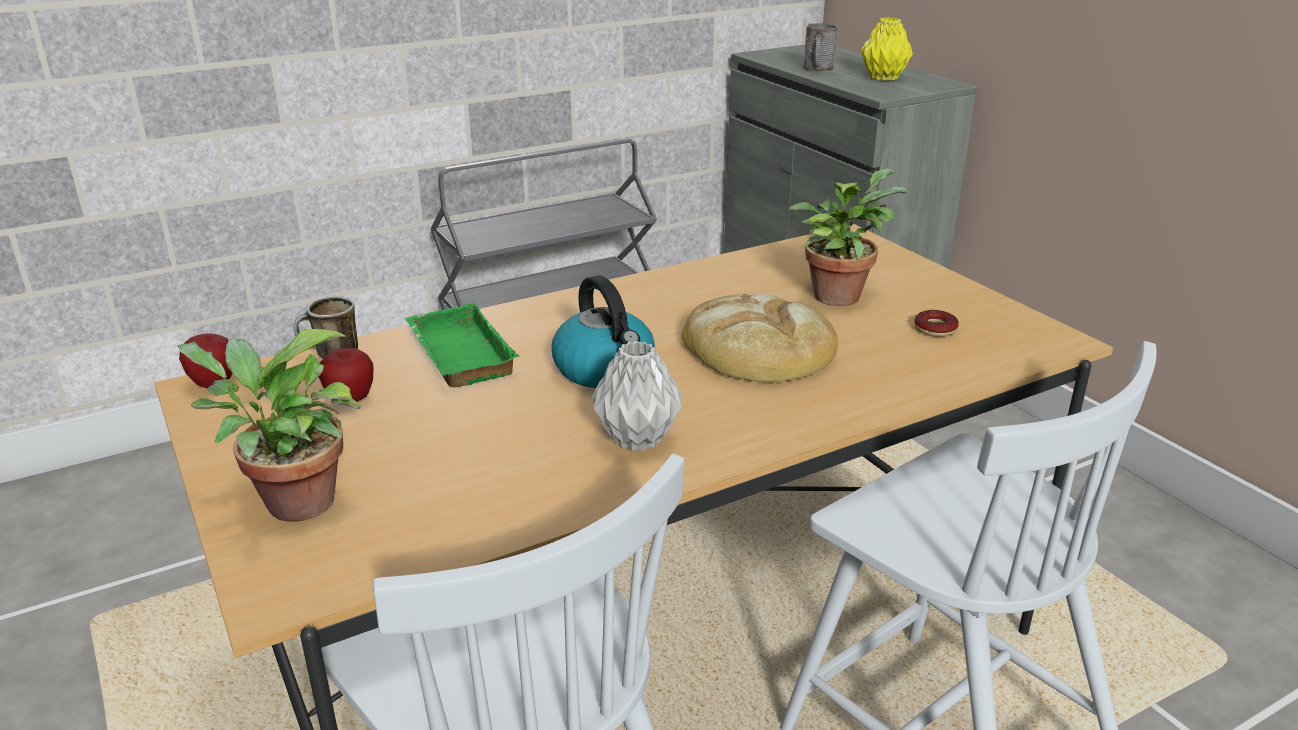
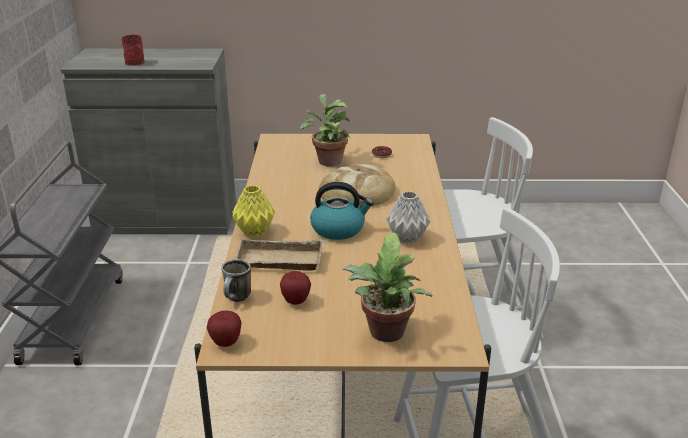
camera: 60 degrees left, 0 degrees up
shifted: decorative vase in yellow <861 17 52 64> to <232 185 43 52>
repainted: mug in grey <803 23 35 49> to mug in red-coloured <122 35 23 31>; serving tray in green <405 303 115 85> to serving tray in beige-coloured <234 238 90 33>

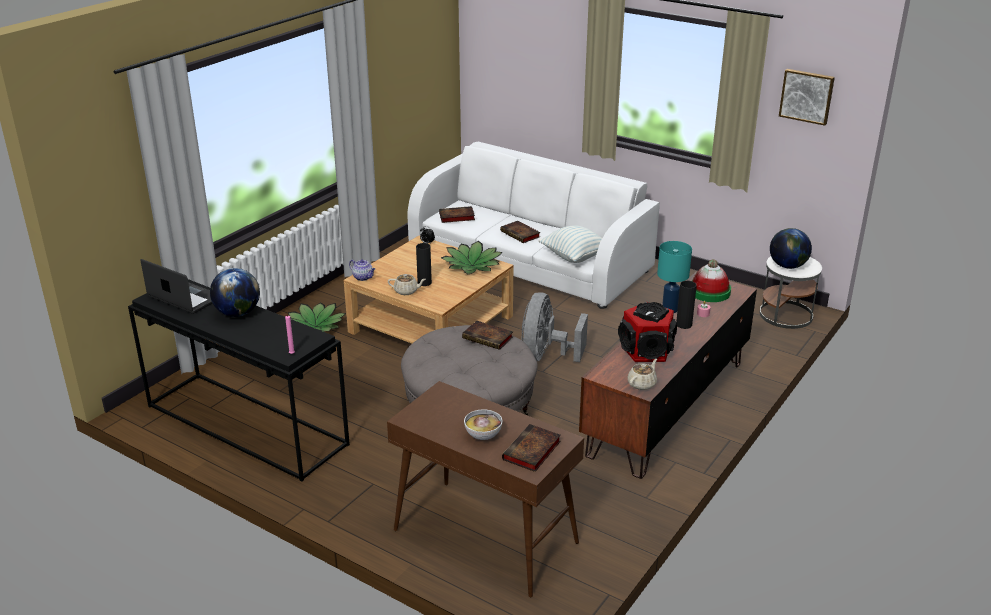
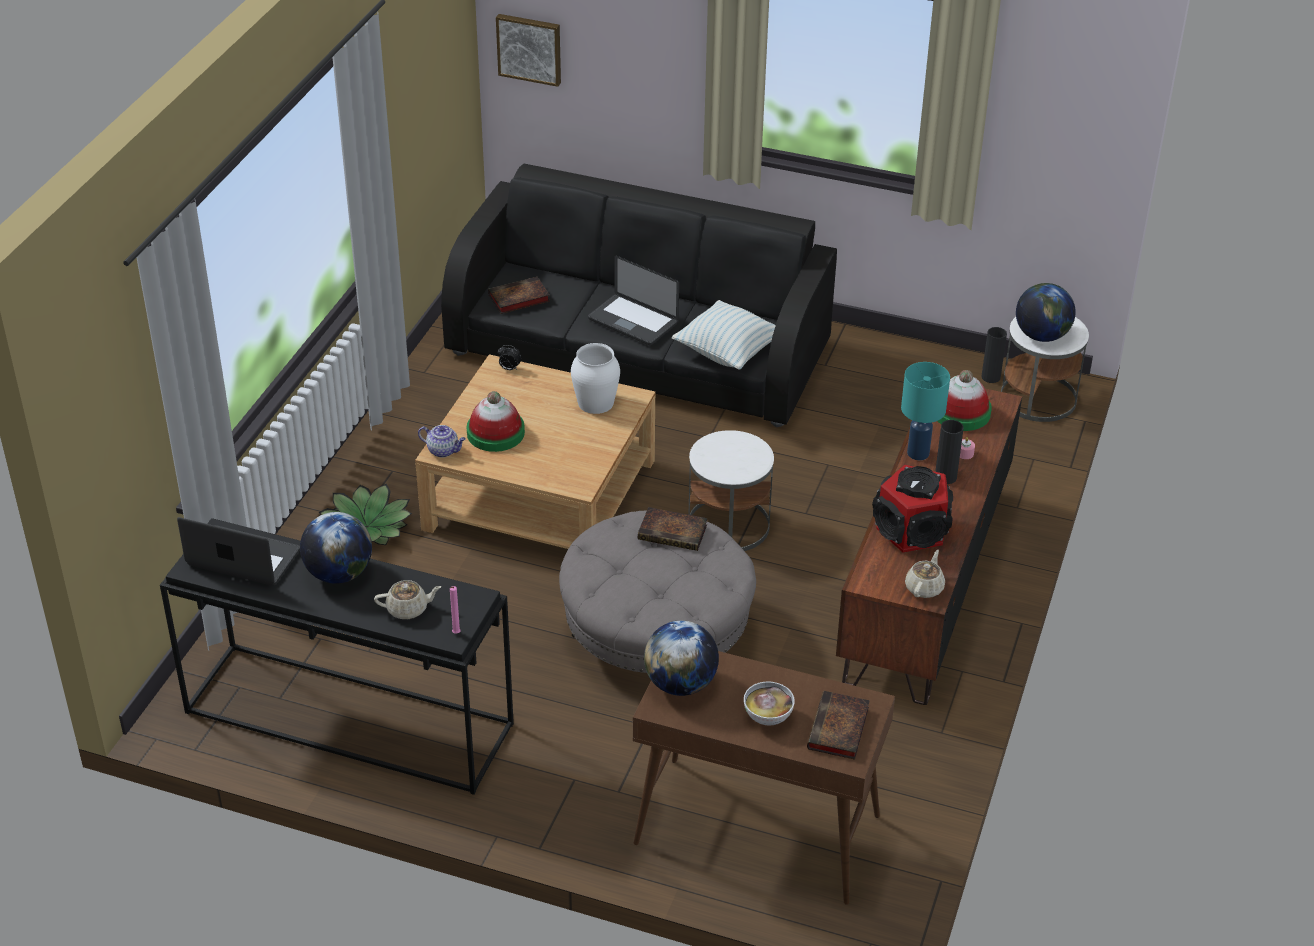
camera: 15 degrees left, 10 degrees up
new: wearable hat <467 391 58 61>; globe <644 620 75 76>
shifted: tea pot in beige-coloured <388 274 38 21> to <374 580 68 39>; wall art <779 69 56 57> to <496 14 65 73>; decorative vase in blackish <416 243 16 43> to <981 327 26 56>
swapped: potted plant <441 241 61 33> to decorative vase in white-coloured <571 343 49 71>; volume <500 221 41 22> to notebook computer <588 256 91 89>; cooling fan in grey <522 292 66 70> to end table in white-coloured <688 430 86 121>
repainted: couch in white-coloured <407 142 253 167> to couch in blackish <441 164 396 263>

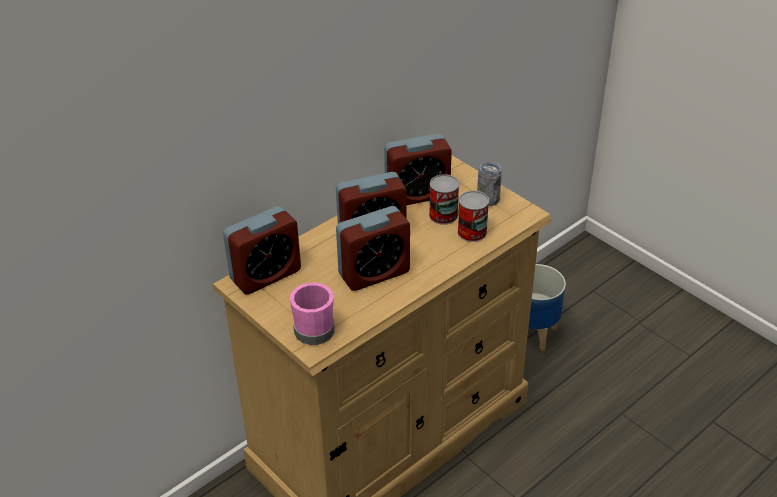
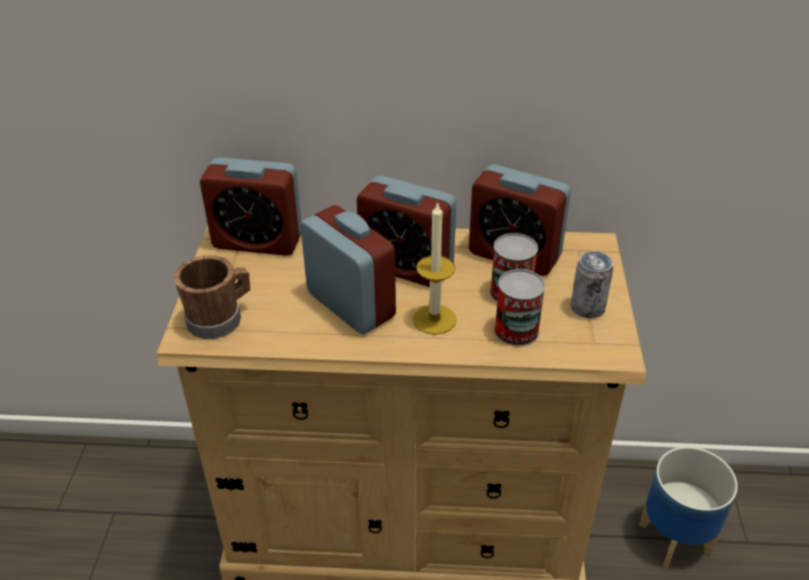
camera: 45 degrees right, 0 degrees up
new: wax candle <413 201 44 134>
repainted: mug in pink <290 283 45 62> to mug in brown <174 255 76 84>
rotated: bedside clock <336 206 74 85> = <300 206 96 128> 150 degrees counterclockwise

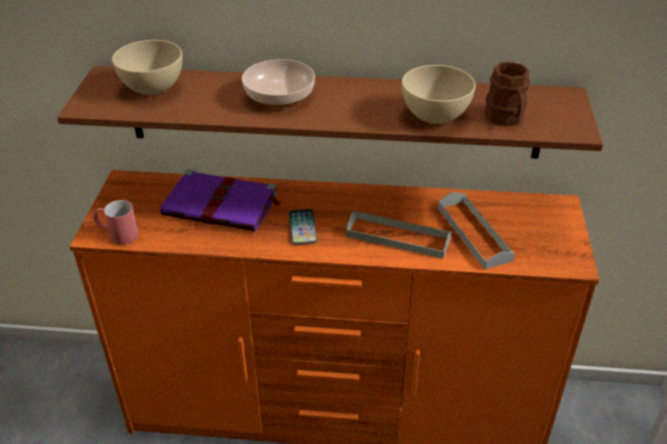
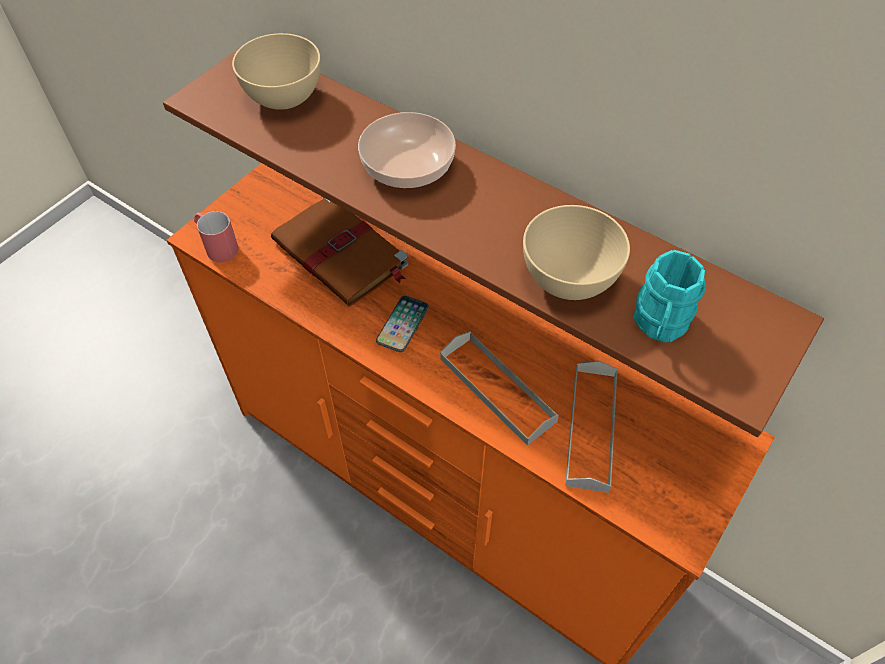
camera: 30 degrees right, 15 degrees up
repainted: volume in purplish <160 169 121 62> to volume in brown <271 198 137 108>; mug in brown <485 62 45 64> to mug in blue-green <633 250 73 93>

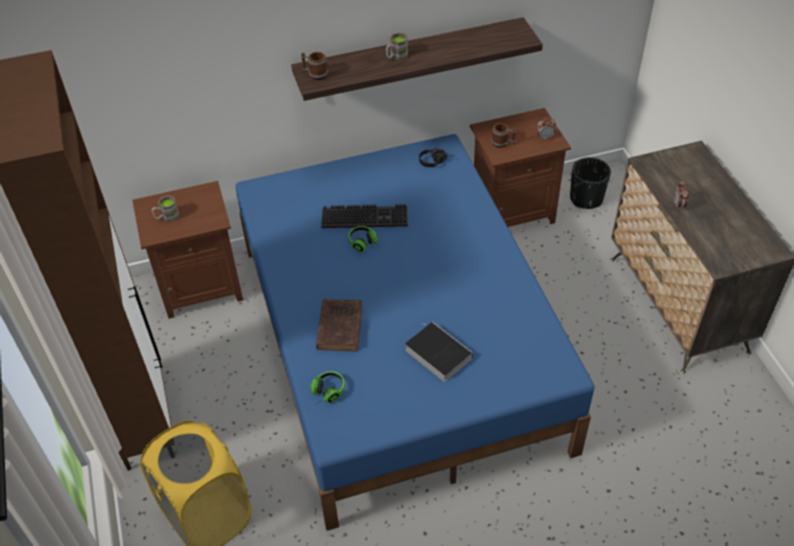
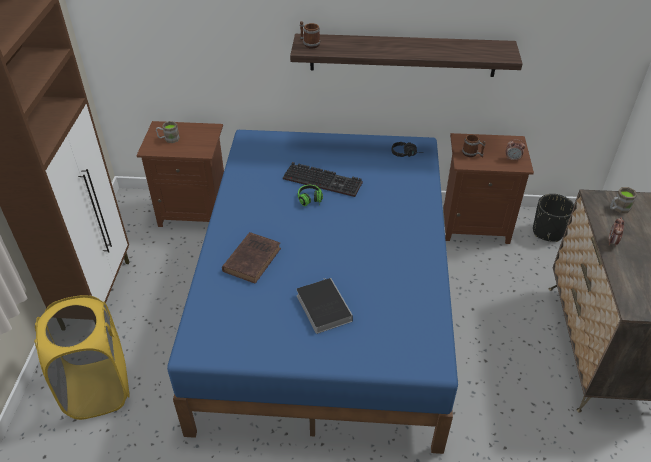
camera: 20 degrees right, 5 degrees down
gone: pair of headphones <310 371 35 34>
shifted: mug in brown <386 32 22 28> to <610 187 27 26>

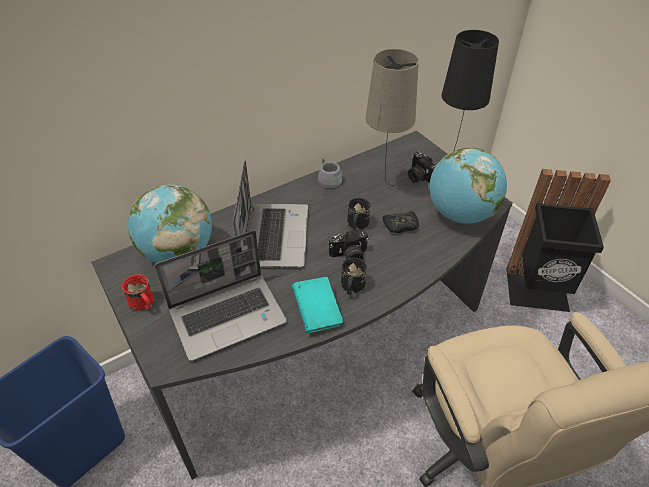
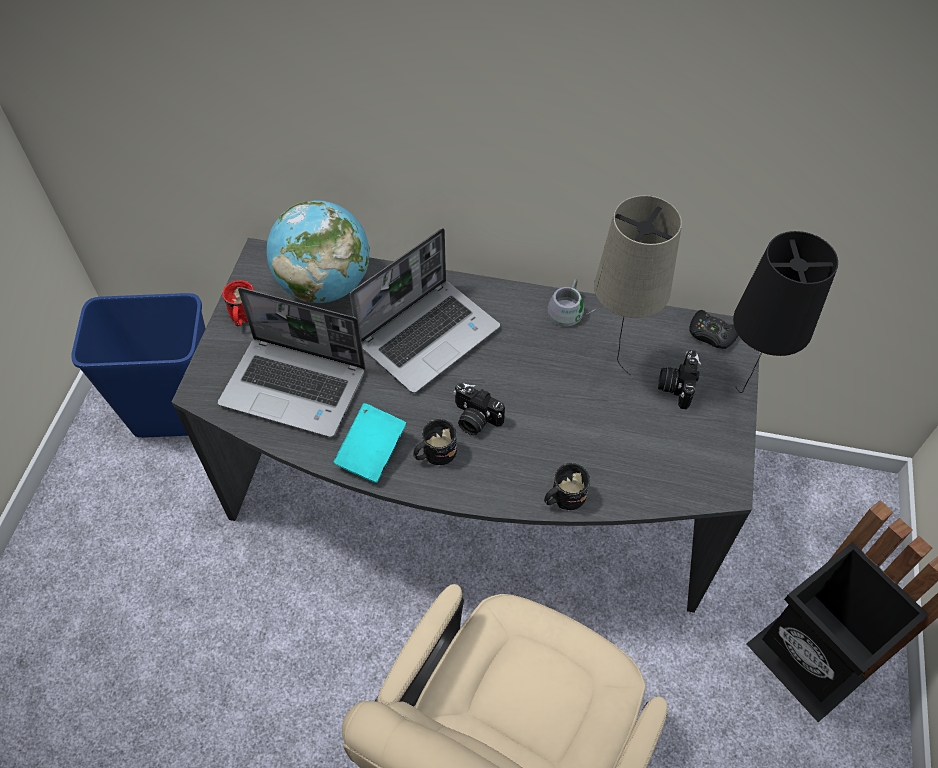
camera: 45 degrees right, 10 degrees up
gone: globe <429 148 78 76>
shifted: mug in blackish <347 198 24 32> to <544 463 46 48>; joypad in blackish <382 211 37 22> to <689 310 50 39>

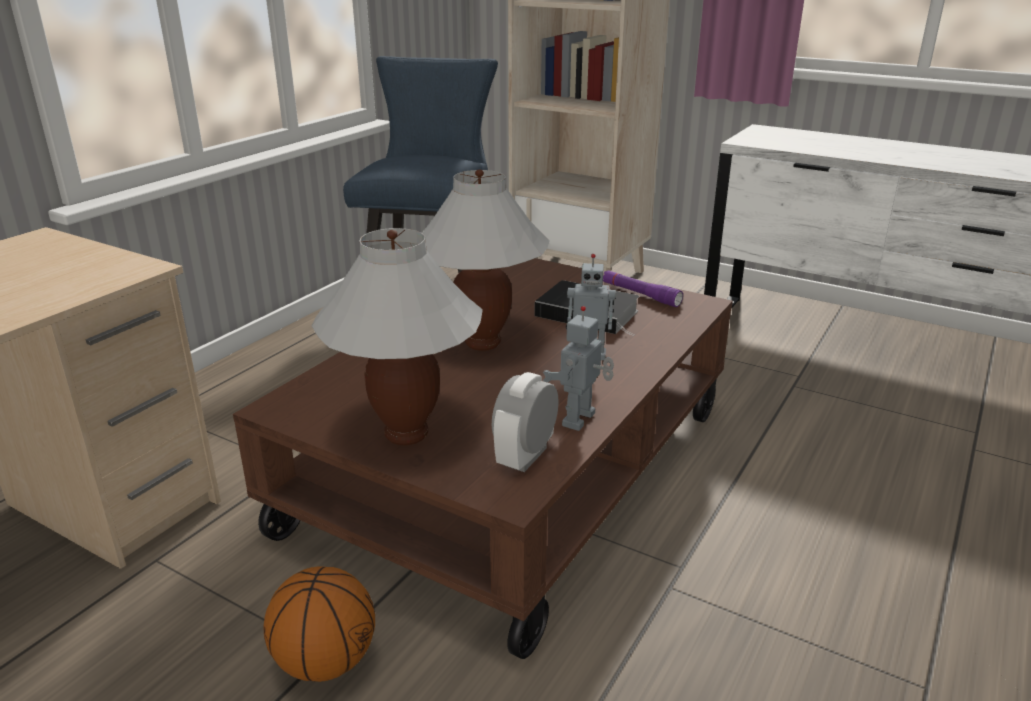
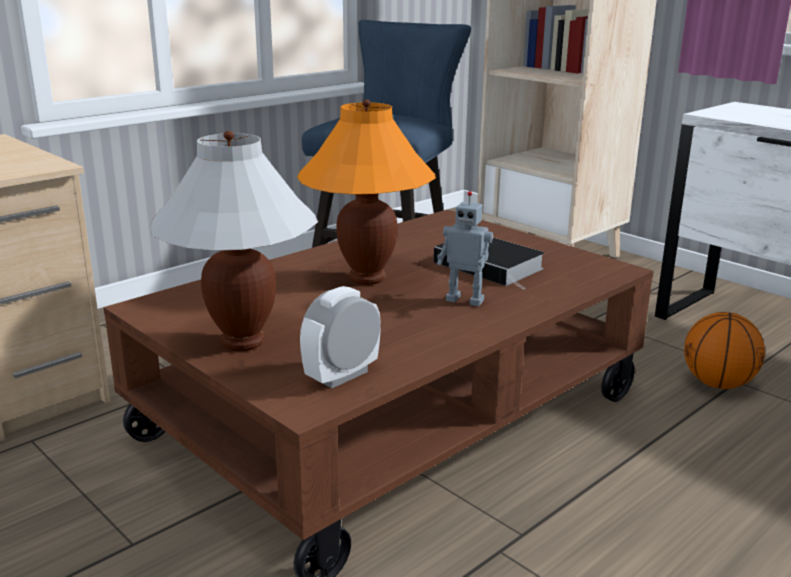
camera: 15 degrees right, 5 degrees down
gone: toy robot <543 306 71 125>; hand torch in purplish <603 270 80 37>
shifted: ball for basketball <264 566 111 116> to <684 312 81 77>
repainted: tabletop lamp in white-coloured <422 169 128 182> to tabletop lamp in orange <297 99 139 186>

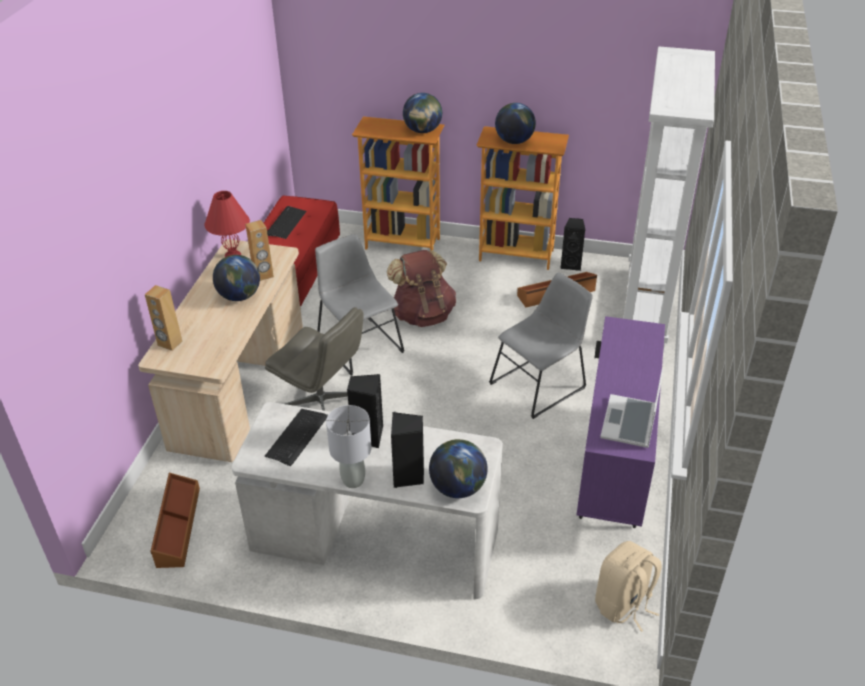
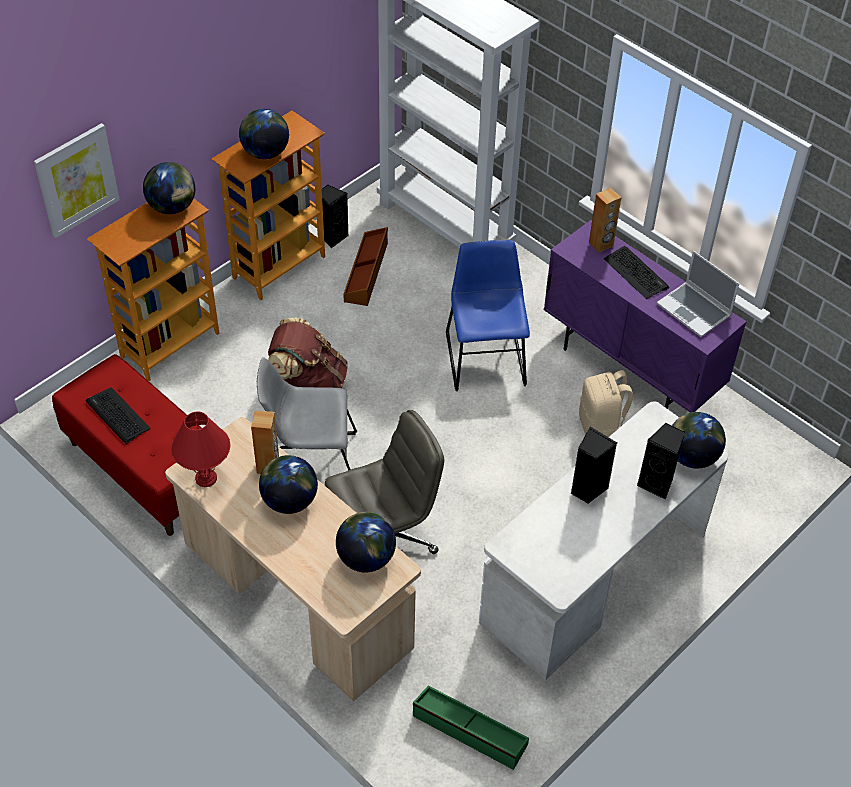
camera: 60 degrees left, 10 degrees up
gone: tabletop lamp in grey <326 405 46 83>
new: wall art <34 123 86 115>; globe <336 512 60 61>
shifted: knapsack in beige-coloured <595 541 67 91> to <579 370 54 67>; speaker in brown <145 285 37 66> to <589 188 32 65>; PC keyboard <265 409 63 57> to <604 246 65 53>
repainted: storage box in brown <150 473 50 95> to storage box in green <413 685 116 85>; plain chair in grey <489 272 104 147> to plain chair in bluish <446 240 84 151>

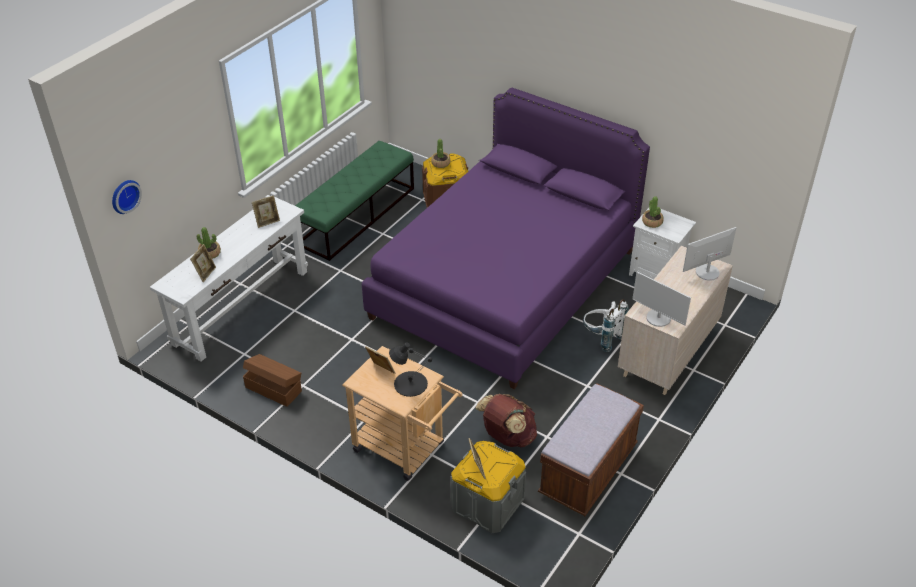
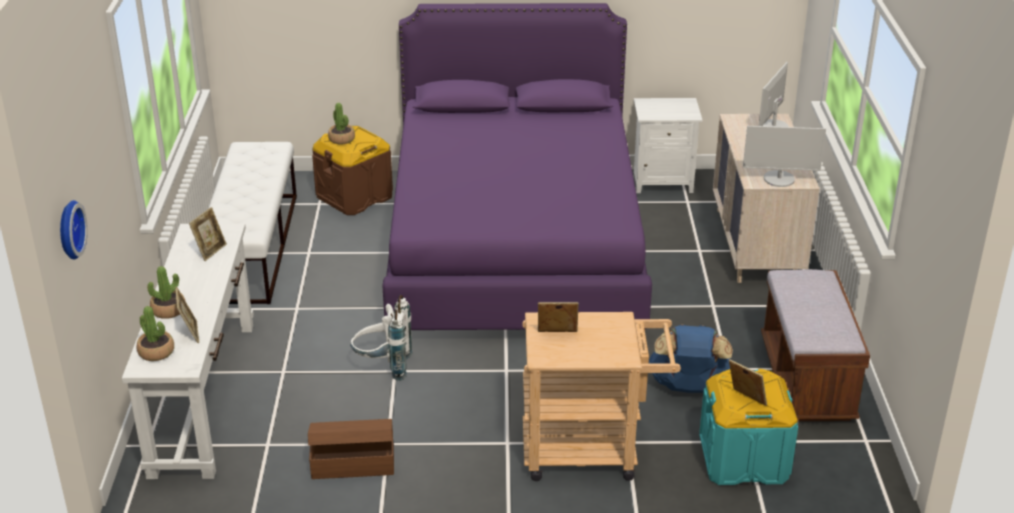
camera: 35 degrees left, 10 degrees down
gone: tabletop lamp in blackish <389 343 43 54>
shifted: potted plant <642 196 21 32> to <136 306 38 55>; knapsack in white-coloured <583 299 45 53> to <350 295 62 86>
repainted: long seat in green <295 141 119 120> to long seat in white-coloured <208 142 89 162>; knapsack in brown <475 394 62 53> to knapsack in bluish <649 324 84 69>; storage box in grey <450 441 76 92> to storage box in blue-green <699 369 99 116>

